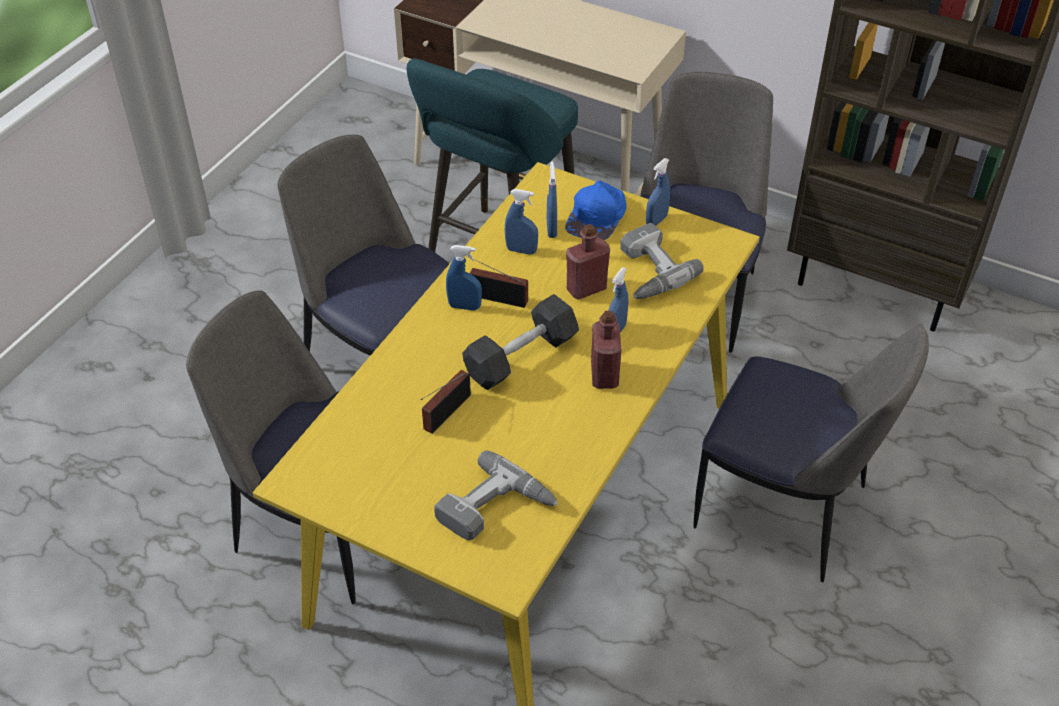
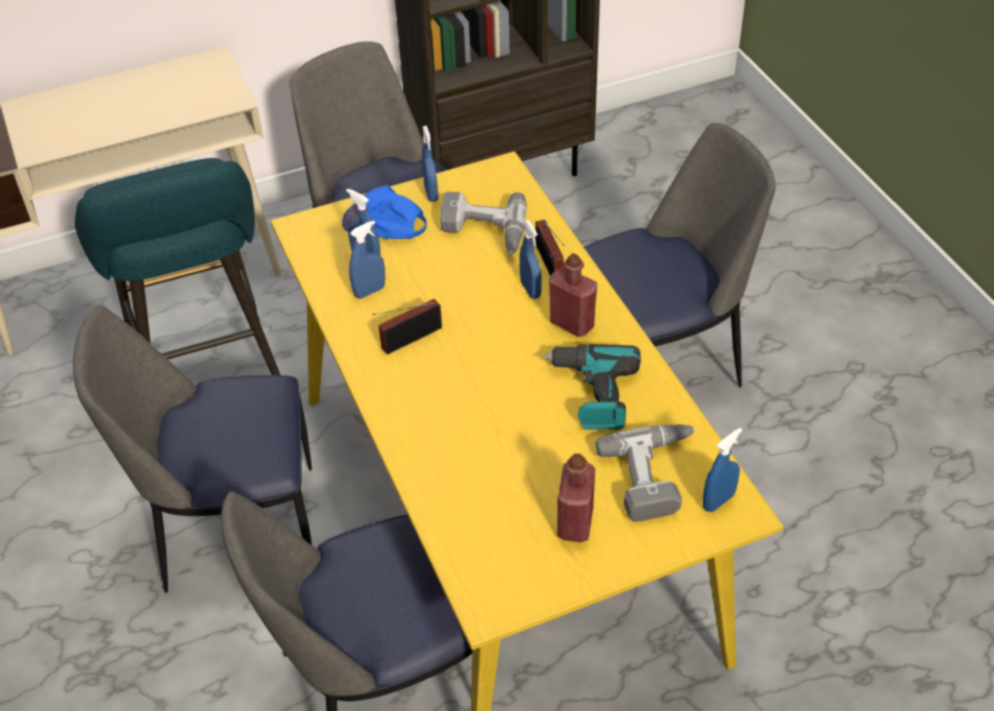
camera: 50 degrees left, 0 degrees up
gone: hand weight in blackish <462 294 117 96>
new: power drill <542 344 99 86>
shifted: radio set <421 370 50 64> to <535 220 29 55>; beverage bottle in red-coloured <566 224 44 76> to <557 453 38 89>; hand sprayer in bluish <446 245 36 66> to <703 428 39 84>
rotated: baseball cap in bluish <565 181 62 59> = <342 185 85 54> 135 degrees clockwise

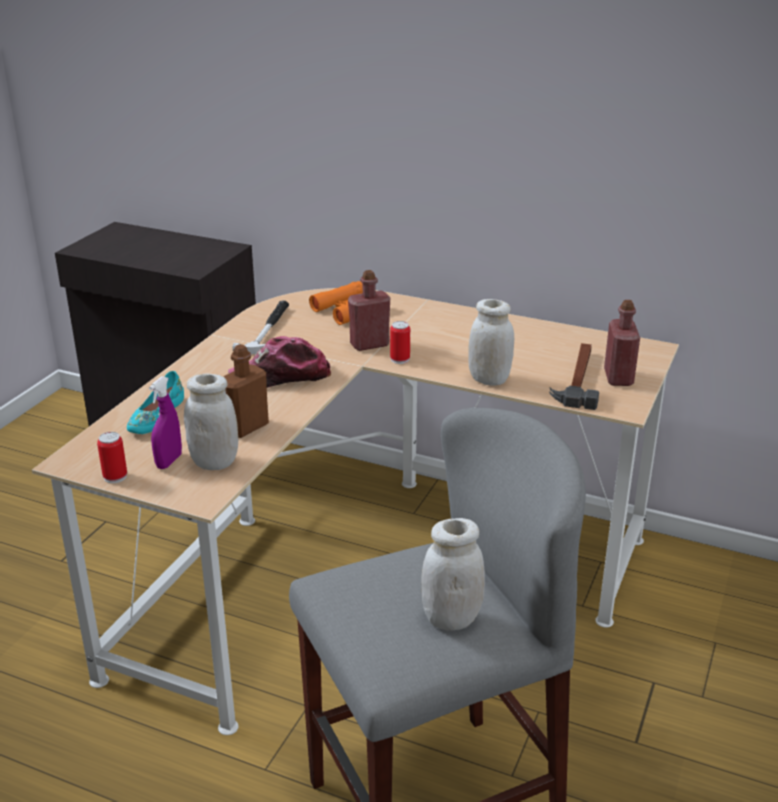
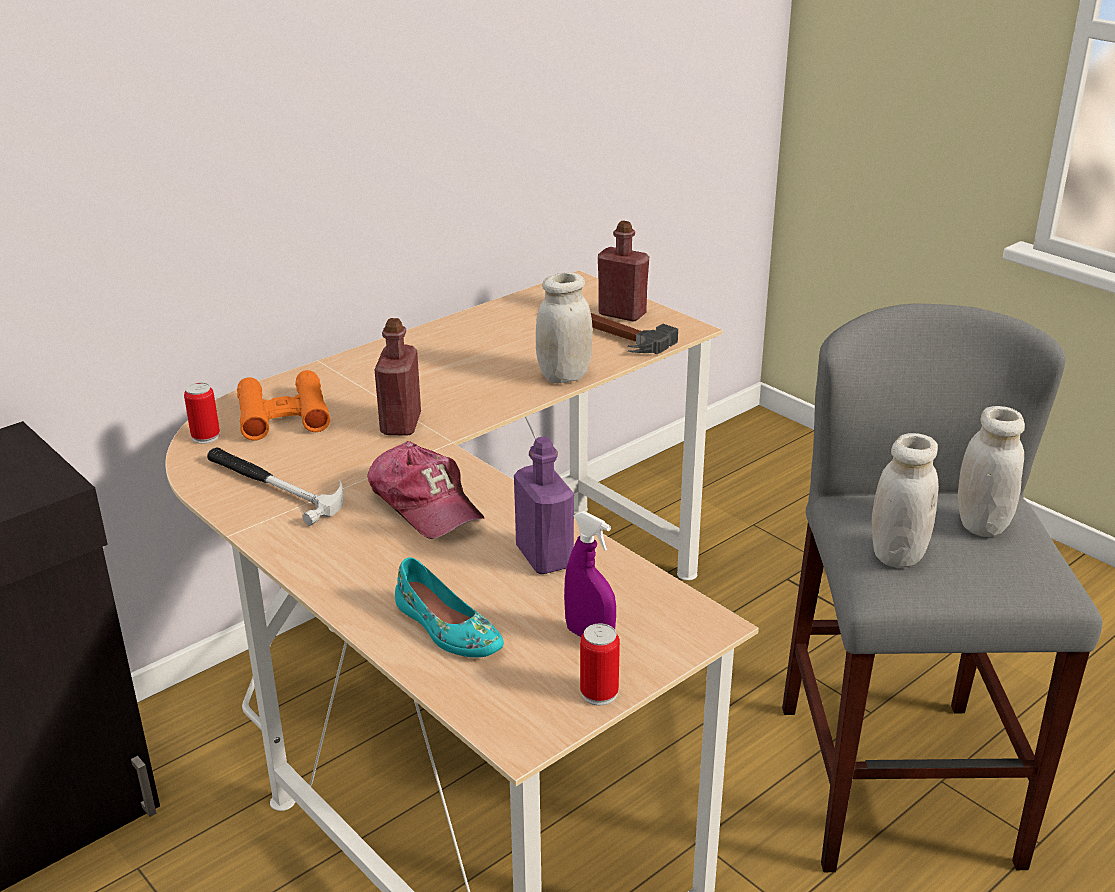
camera: 65 degrees left, 0 degrees up
shifted: sealed can <390 321 20 43> to <184 382 36 62>; storage jar in white-coloured <184 374 54 96> to <872 433 67 135>
repainted: beverage bottle in brown <223 344 46 94> to beverage bottle in purplish <514 436 60 138>
rotated: baseball cap <228 336 103 52> = <367 441 118 98> 45 degrees counterclockwise

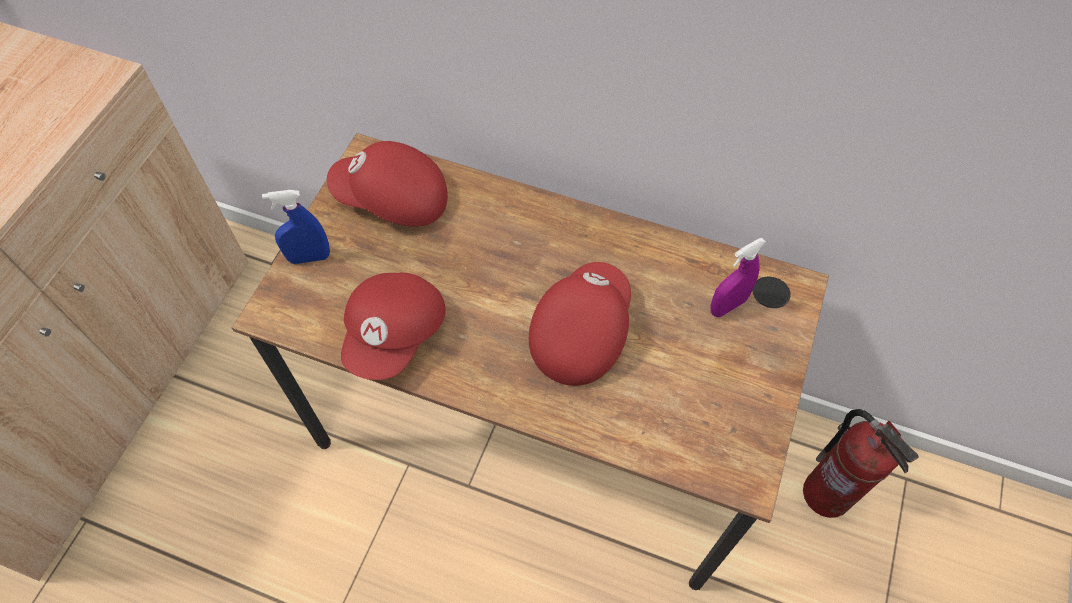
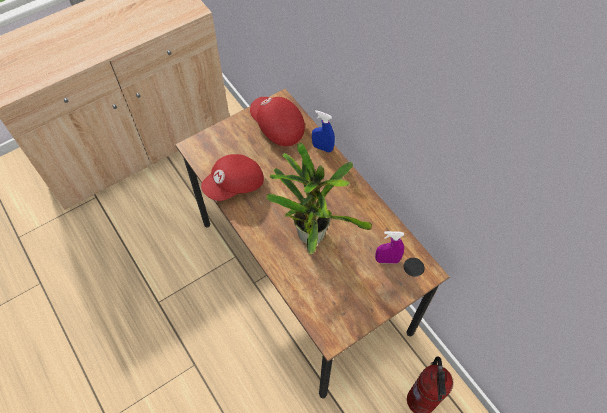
camera: 35 degrees right, 0 degrees up
shifted: hand sprayer in bluish <262 190 68 74> to <312 110 23 43>
swapped: baseball cap in red-coloured <529 262 102 124> to potted plant <267 143 105 111>

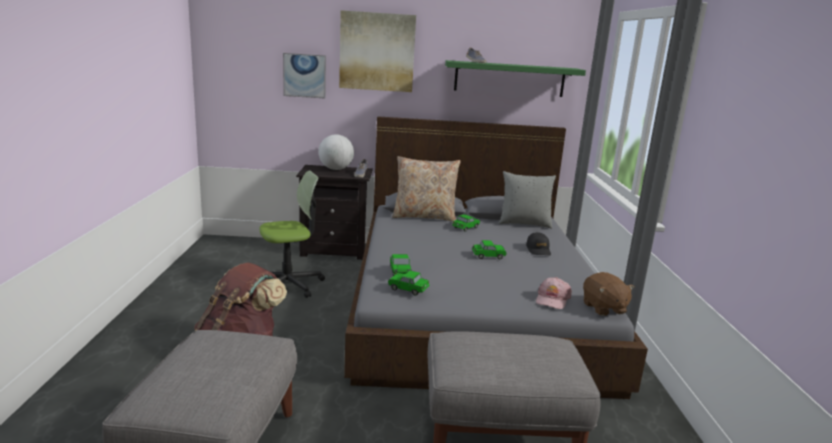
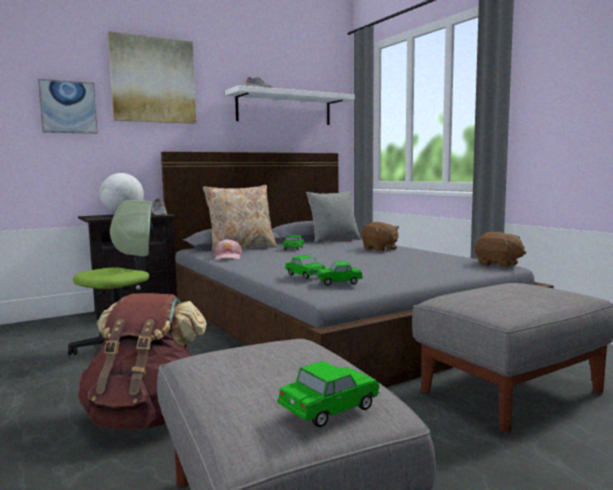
camera: 30 degrees left, 10 degrees down
shifted: baseball cap in pink <536 277 36 32> to <214 239 28 21>; toy car <472 240 35 19> to <278 361 102 66>
swapped: baseball cap in blackish <526 232 25 23> to plush toy in brown <362 222 37 30>
repainted: shelf in green <445 60 141 37> to shelf in white-coloured <225 85 130 40>

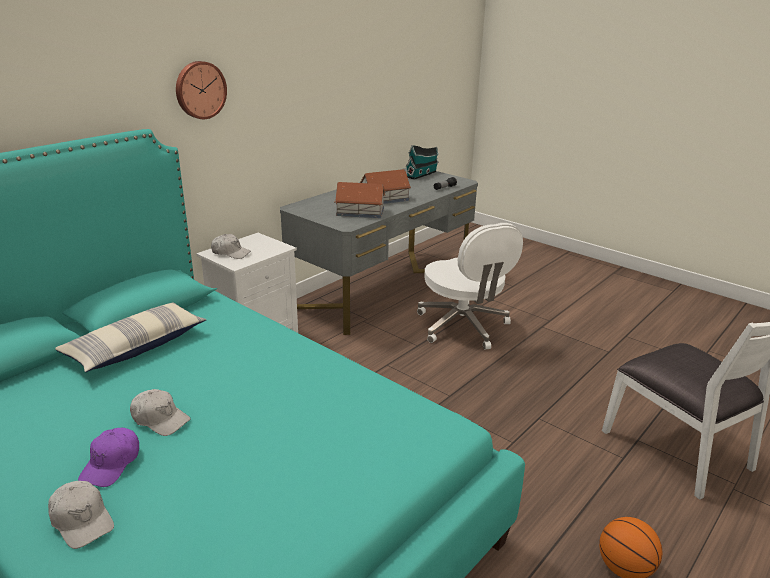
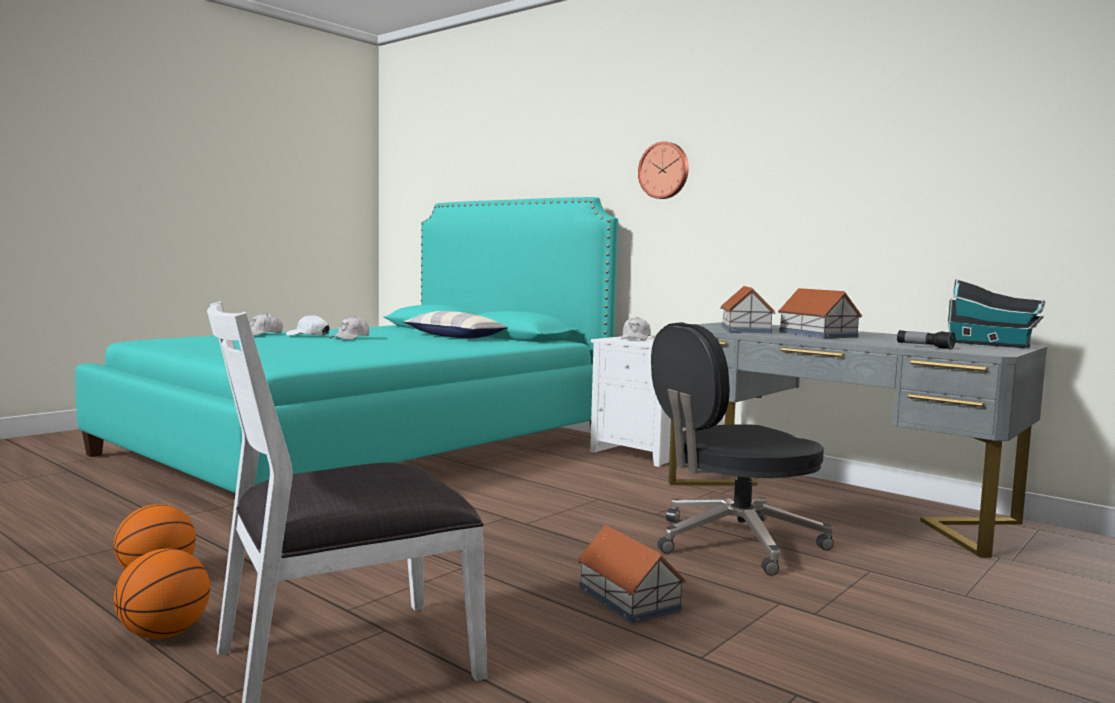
camera: 90 degrees right, 20 degrees down
new: ball for basketball <114 549 96 90>; model house <577 525 110 98>
repainted: baseball cap in purplish <78 428 61 59> to baseball cap in white-coloured <286 315 44 21>; desk chair in white-coloured <417 223 106 127> to desk chair in blackish <651 322 183 254>

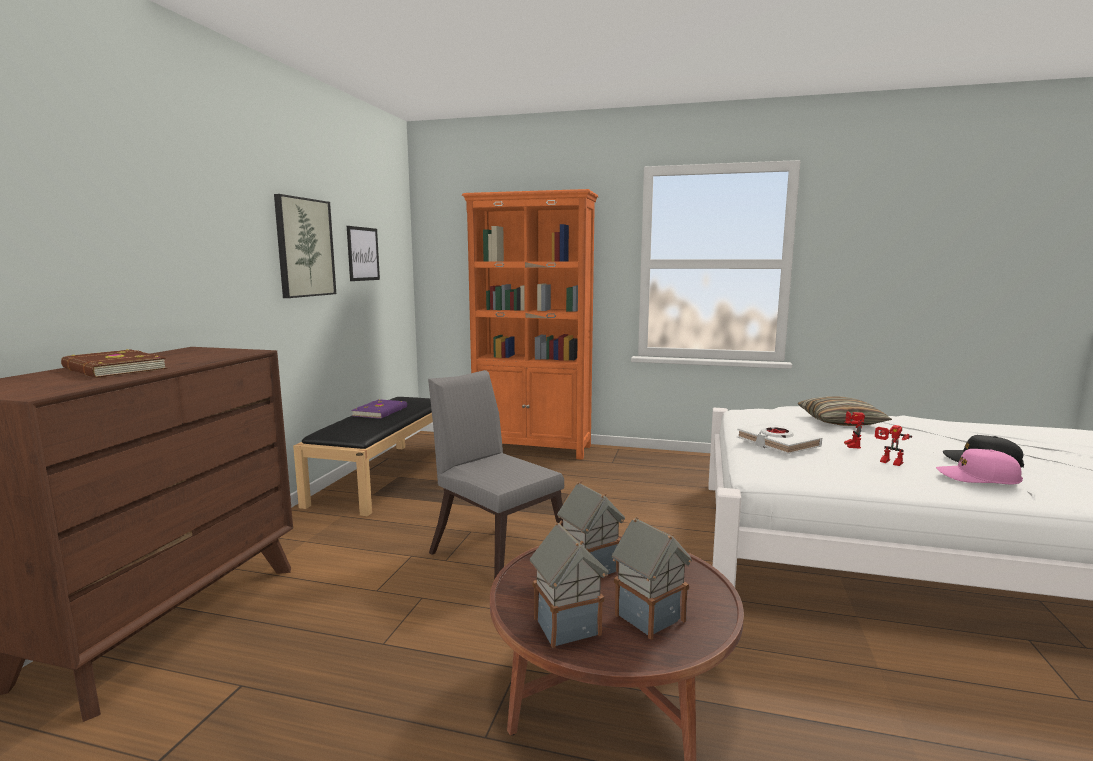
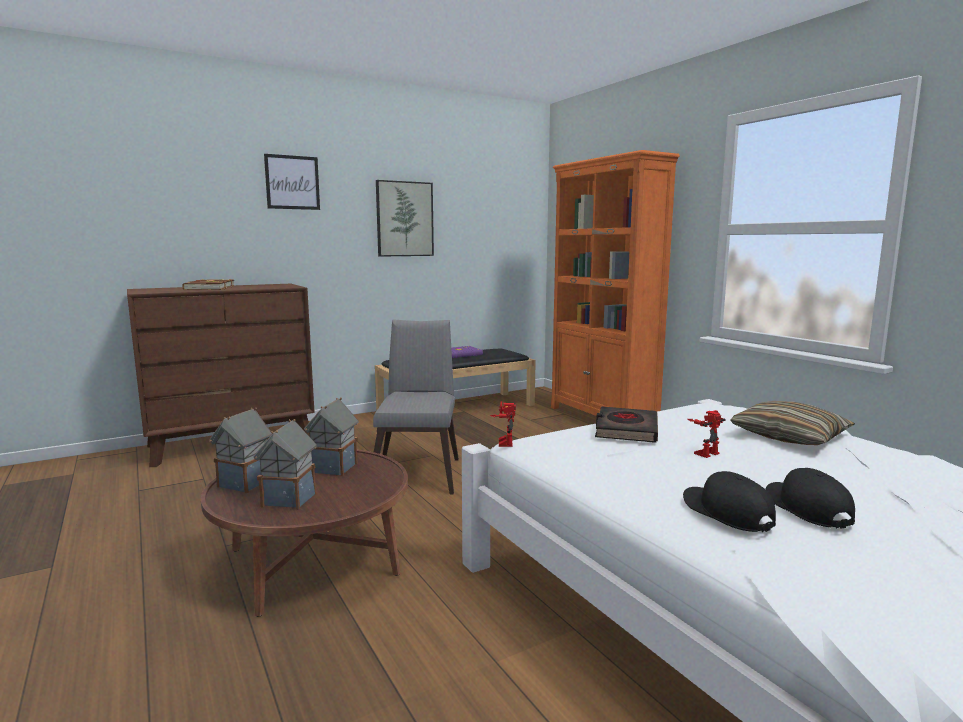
camera: 45 degrees right, 0 degrees up
shifted: wall art <347 226 33 55> to <264 154 56 56>; toy robot <875 425 37 41> to <490 402 26 45>
repainted: volume in white-coloured <737 423 85 31> to volume in blackish <595 406 63 37>; baseball cap in pink <936 449 87 35> to baseball cap in blackish <683 471 93 61>

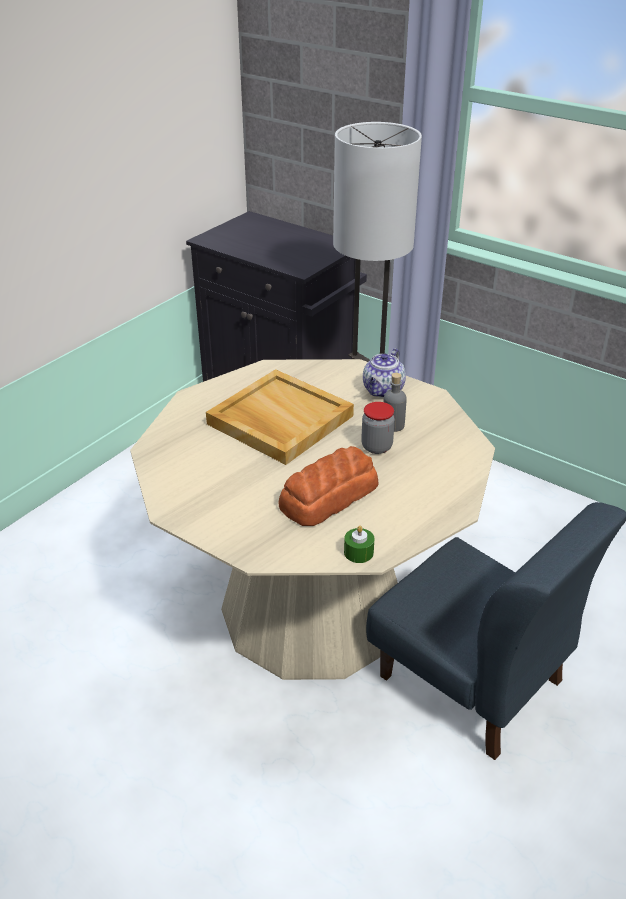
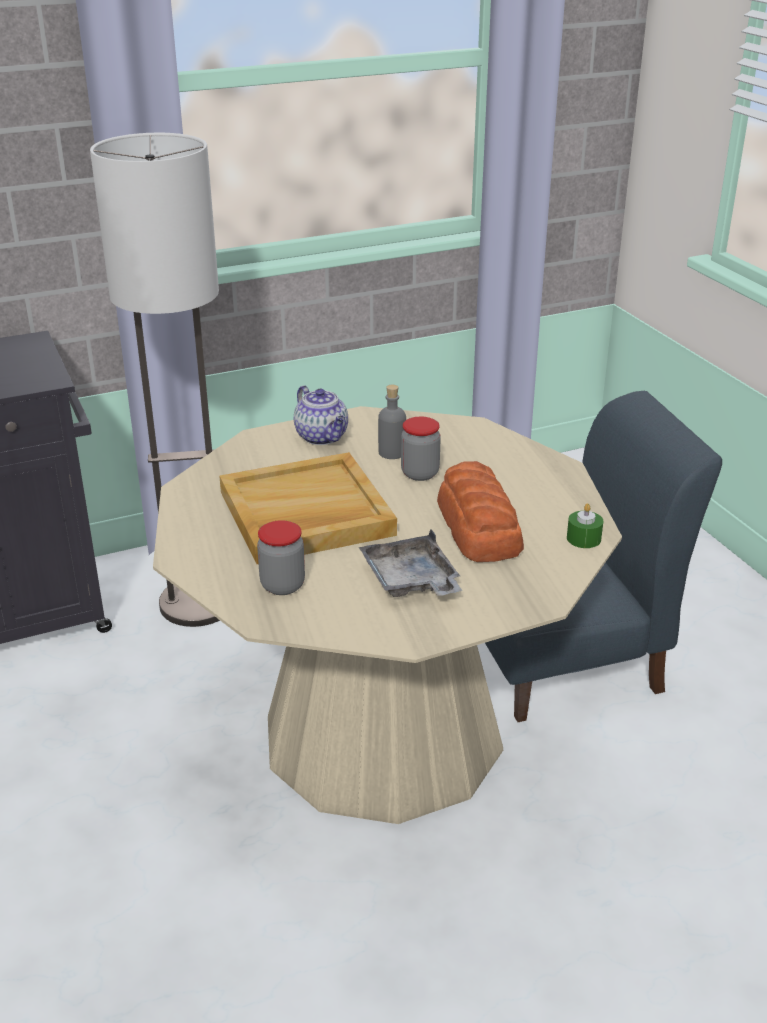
camera: 60 degrees left, 5 degrees down
new: storage jar <257 520 48 75>; serving tray in grey <359 529 104 68>

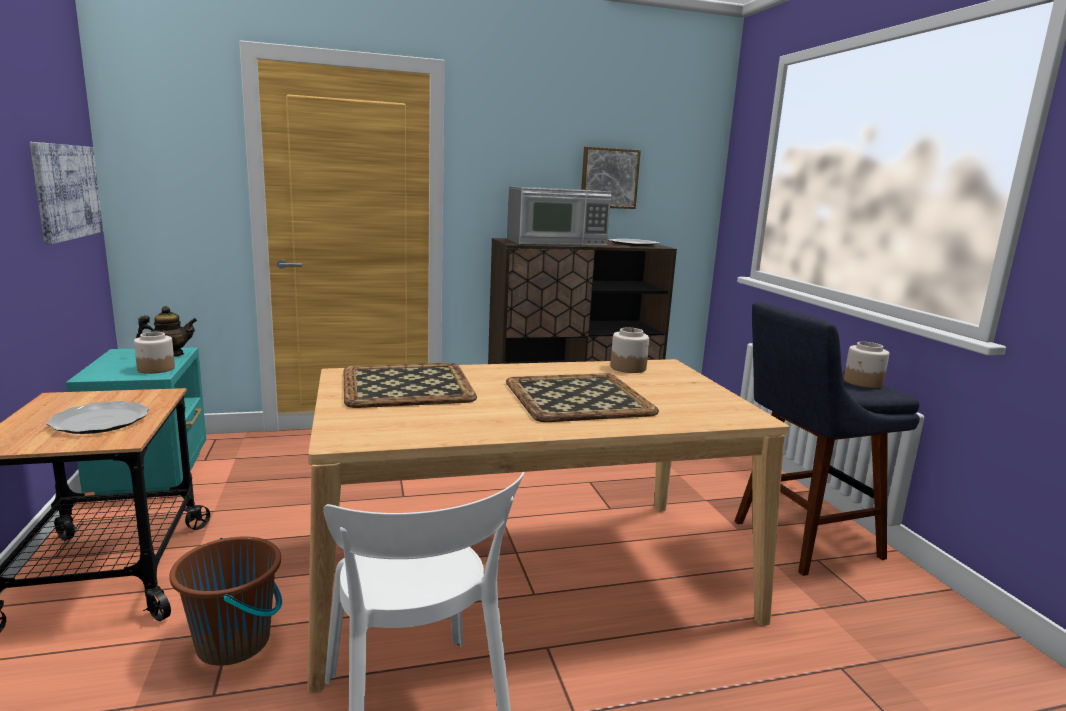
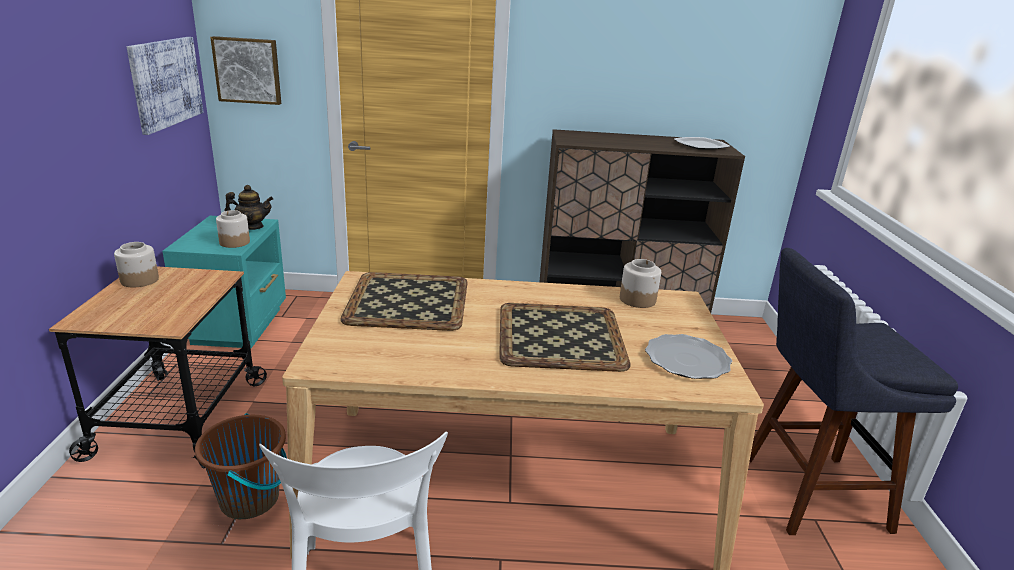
camera: 15 degrees right, 10 degrees up
gone: kitchen microwave <507 186 105 60>
shifted: storage jar <844 342 45 46> to <114 242 45 45>; wall art <581 147 60 62> to <210 36 71 69>; plate <46 401 103 33> to <645 334 87 45>

